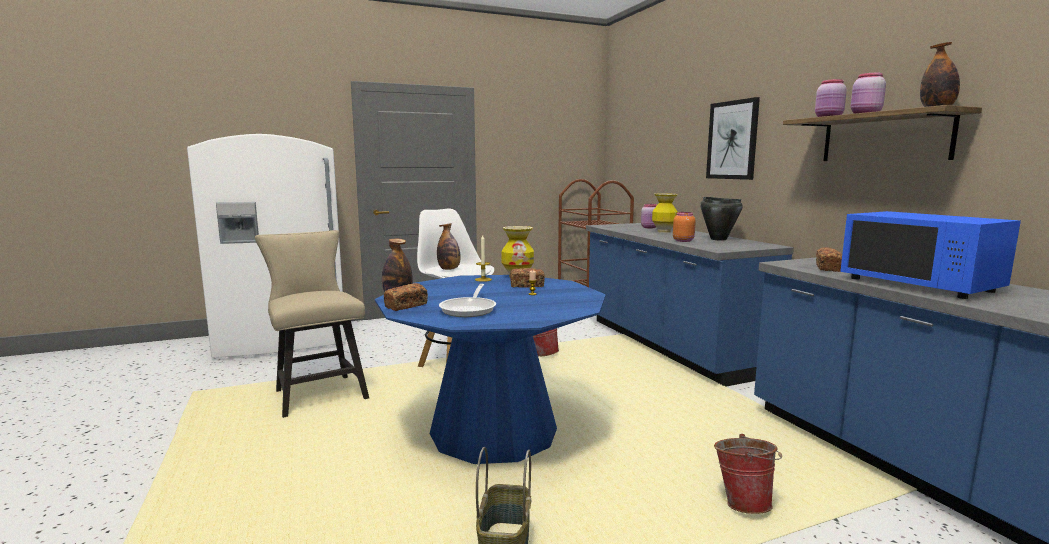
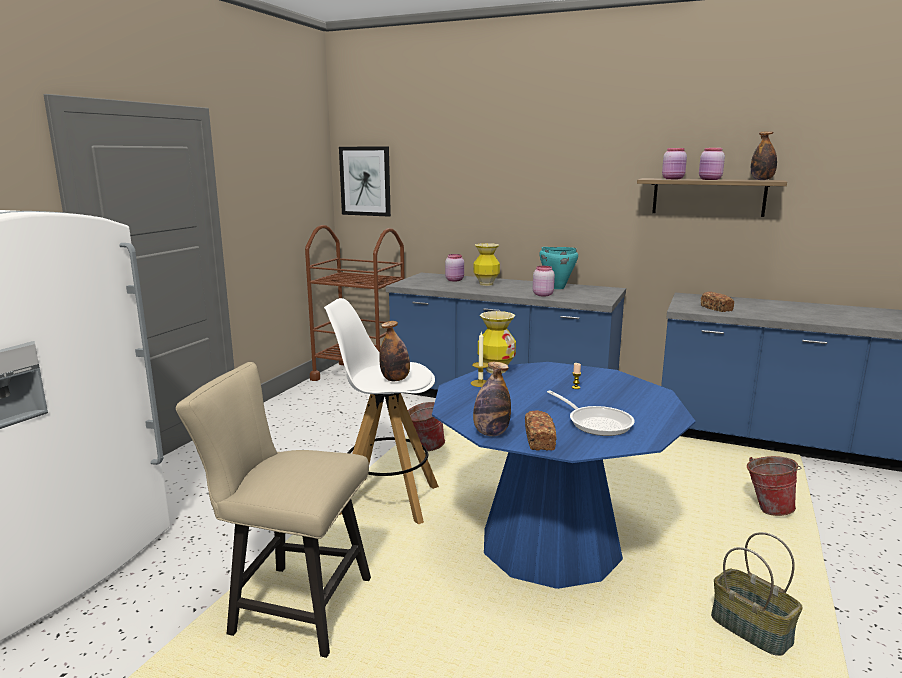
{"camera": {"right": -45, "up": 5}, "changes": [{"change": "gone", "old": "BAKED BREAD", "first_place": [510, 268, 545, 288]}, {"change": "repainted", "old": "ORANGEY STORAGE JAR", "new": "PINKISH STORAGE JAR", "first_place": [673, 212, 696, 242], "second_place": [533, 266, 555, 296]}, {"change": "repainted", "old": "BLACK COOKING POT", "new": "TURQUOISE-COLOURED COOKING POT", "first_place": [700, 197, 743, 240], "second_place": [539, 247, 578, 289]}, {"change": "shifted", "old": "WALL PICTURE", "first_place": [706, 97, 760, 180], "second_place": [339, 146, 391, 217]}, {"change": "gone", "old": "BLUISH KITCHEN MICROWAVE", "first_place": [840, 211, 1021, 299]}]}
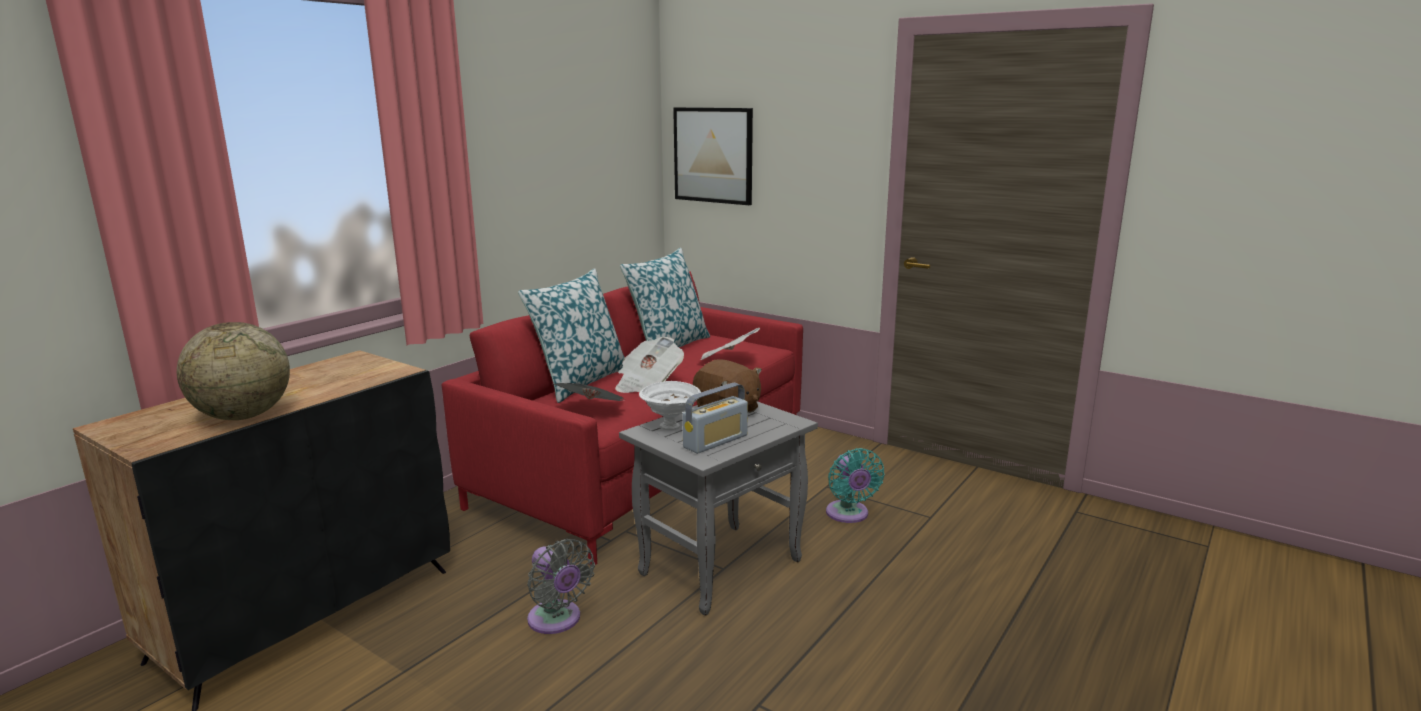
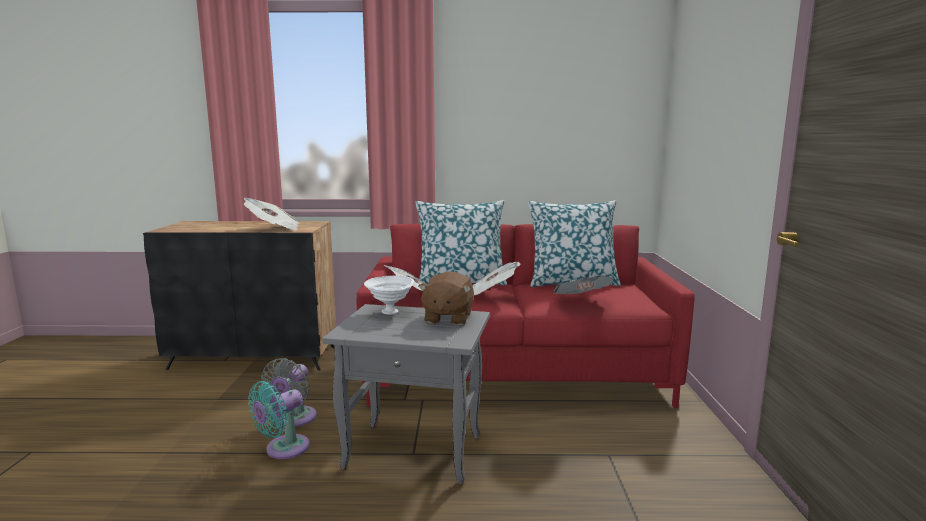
{"camera": {"right": 55, "up": -5}, "changes": [{"change": "gone", "old": "WORLD GLOBE", "first_place": [177, 322, 290, 420]}, {"change": "gone", "old": "WALL PICTURE", "first_place": [673, 107, 753, 205]}, {"change": "gone", "old": "RADIO", "first_place": [682, 383, 748, 454]}, {"change": "shifted", "old": "TURQUOISE-COLOURED ELECTRIC FAN", "first_place": [826, 448, 885, 523], "second_place": [248, 381, 310, 459]}, {"change": "new", "new": "PRINTED PAPER", "second_place": [244, 198, 299, 231]}]}
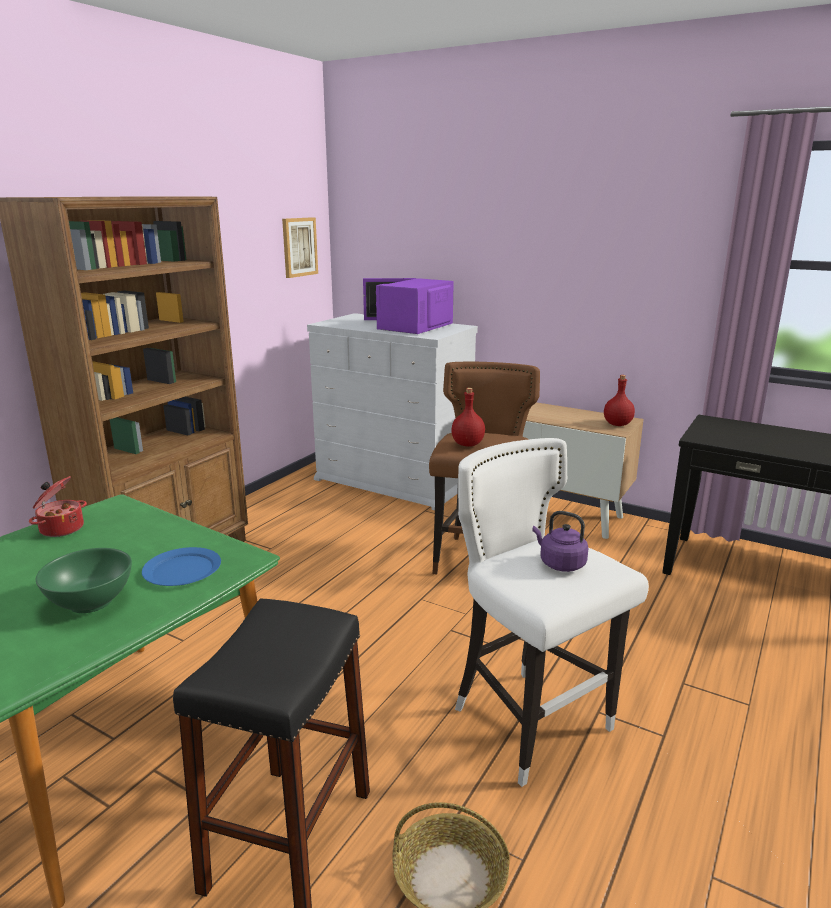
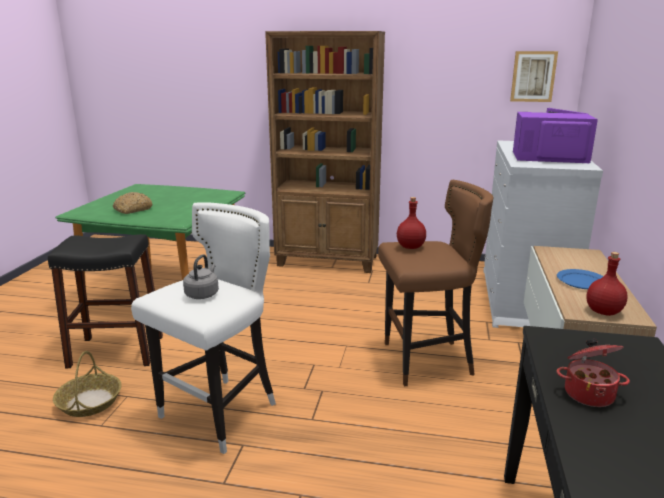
{"camera": {"right": 70, "up": 0}, "changes": [{"change": "shifted", "old": "COOKING POT", "first_place": [29, 476, 87, 537], "second_place": [557, 339, 630, 407]}, {"change": "swapped", "old": "GREEN-COLOURED BOWL", "new": "BAKED BREAD", "first_place": [36, 548, 132, 613], "second_place": [113, 192, 153, 214]}, {"change": "shifted", "old": "BLUISH FLAT DISH", "first_place": [142, 547, 221, 586], "second_place": [557, 269, 604, 289]}, {"change": "repainted", "old": "PURPLE KETTLE", "new": "GREY KETTLE", "first_place": [532, 511, 589, 572], "second_place": [183, 254, 219, 299]}]}
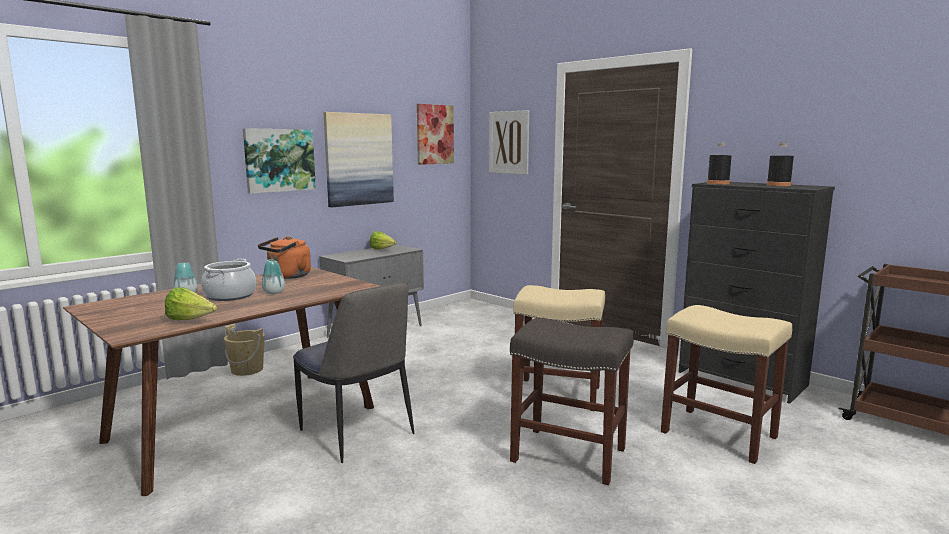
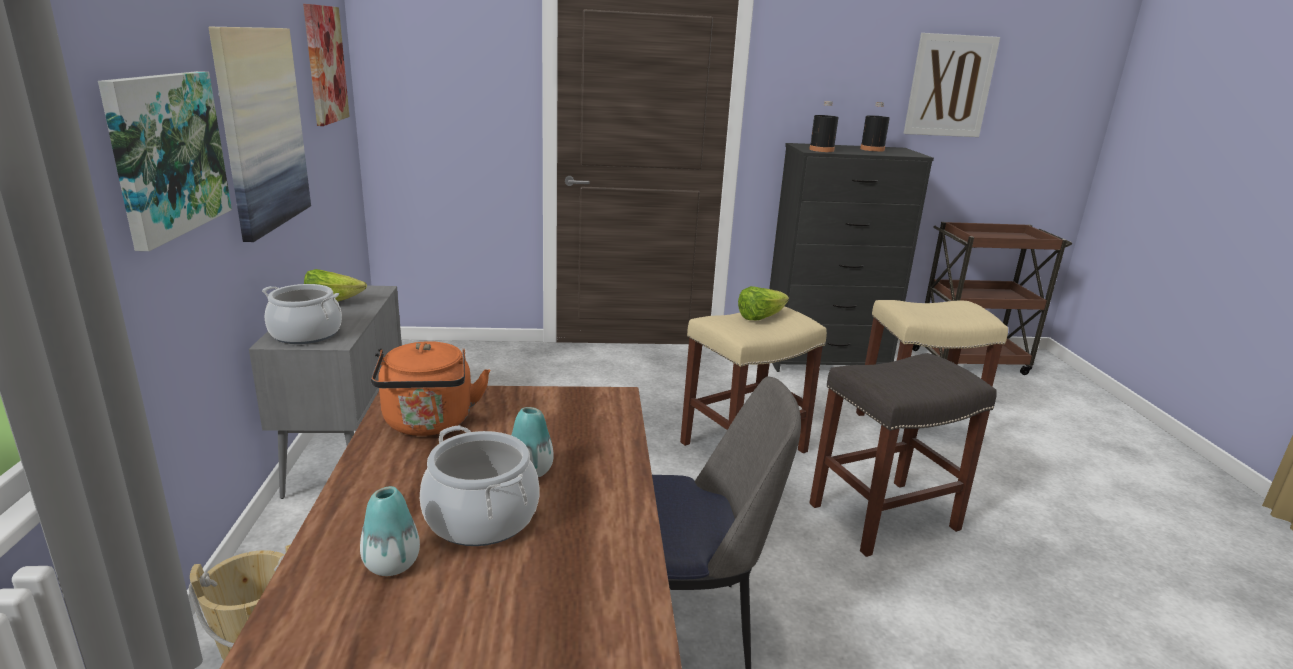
{"camera": {"right": -50, "up": 10}, "changes": [{"change": "shifted", "old": "HEAD OF LETTUCE", "first_place": [165, 287, 217, 320], "second_place": [738, 286, 789, 320]}, {"change": "shifted", "old": "WALL PICTURE", "first_place": [489, 110, 529, 175], "second_place": [904, 33, 1000, 137]}, {"change": "new", "new": "COOKING POT", "second_place": [262, 284, 342, 344]}]}
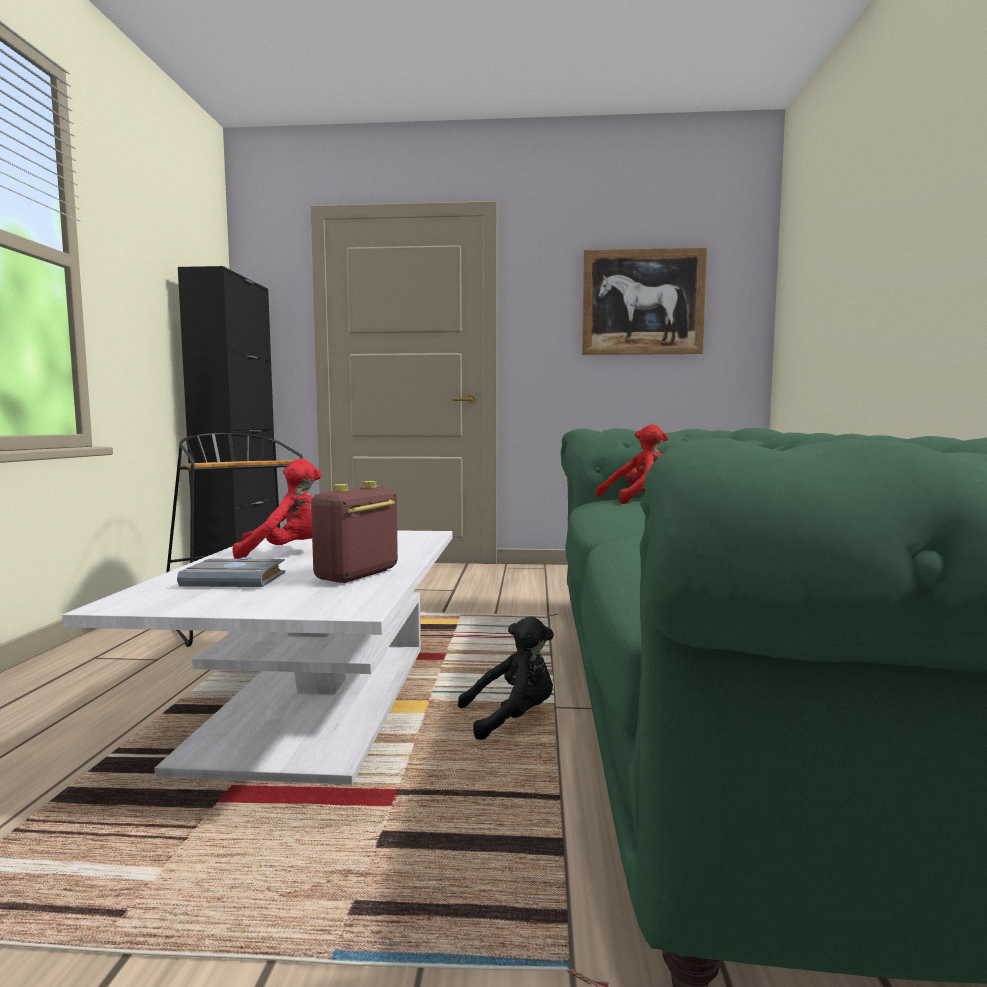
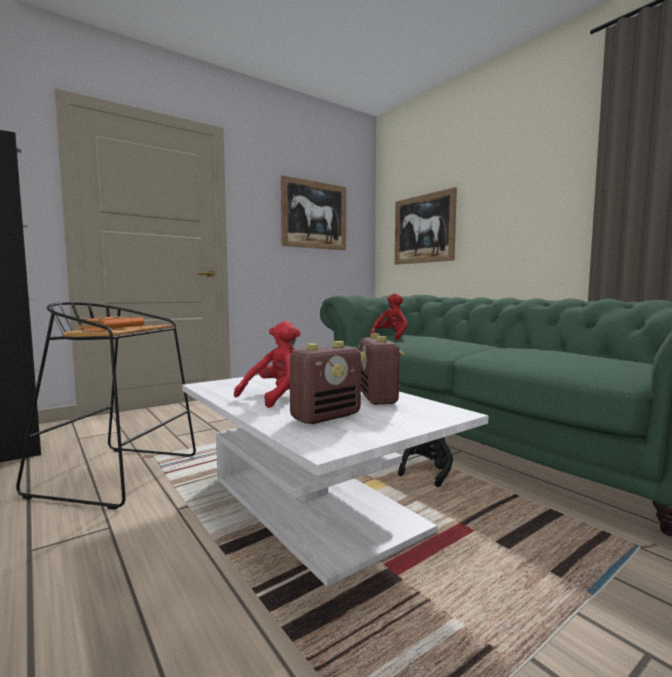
{"camera": {"right": -40, "up": 0}, "changes": [{"change": "swapped", "old": "GREY BOUND BOOK", "new": "RADIO", "first_place": [177, 557, 285, 587], "second_place": [289, 341, 361, 424]}, {"change": "new", "new": "ORANGEY BOUND BOOK", "second_place": [77, 316, 144, 329]}, {"change": "new", "new": "WALL PICTURE", "second_place": [395, 187, 457, 265]}]}
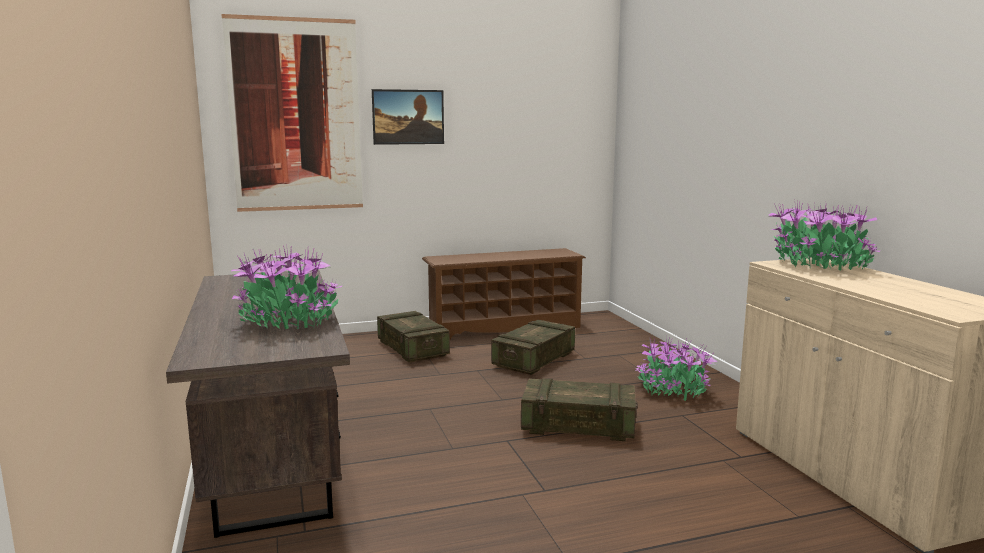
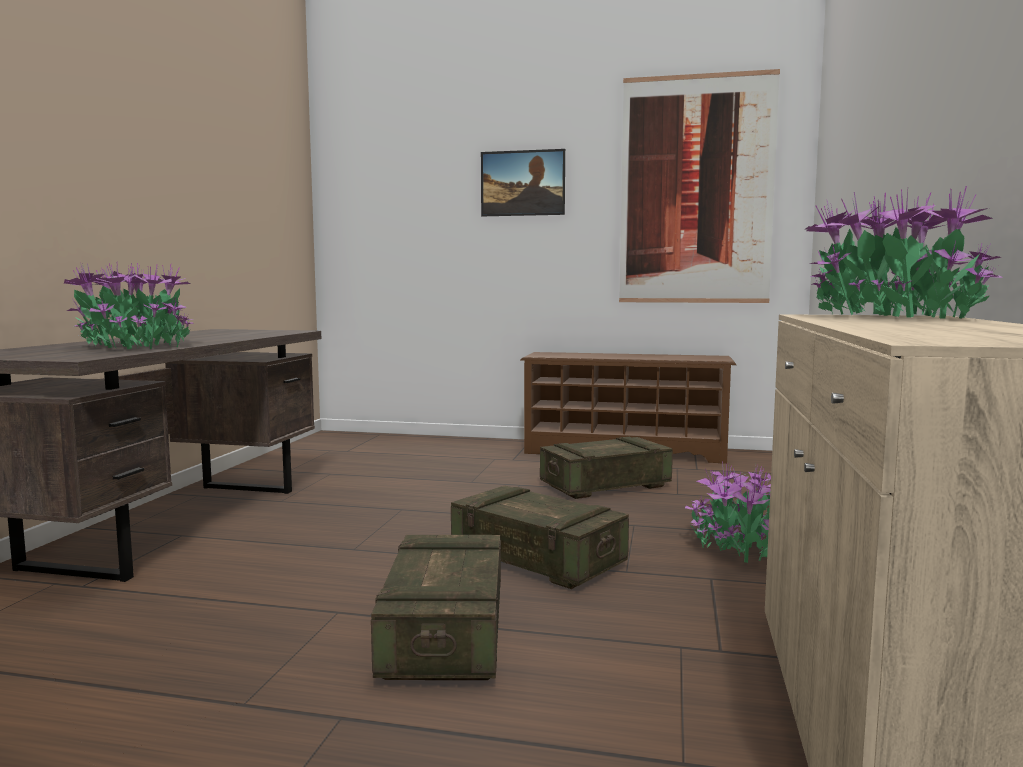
{"camera": {"right": 30, "up": -5}, "changes": [{"change": "shifted", "old": "WALL PICTURE", "first_place": [221, 14, 363, 212], "second_place": [619, 69, 780, 303]}, {"change": "shifted", "old": "CRATE", "first_place": [377, 311, 450, 363], "second_place": [371, 535, 501, 680]}]}
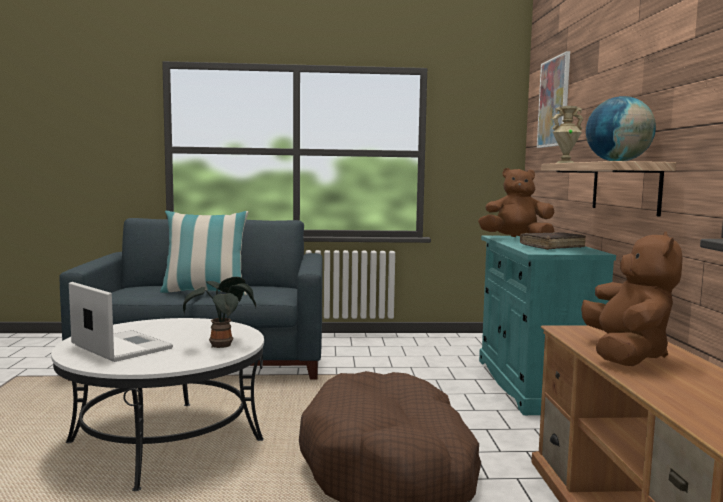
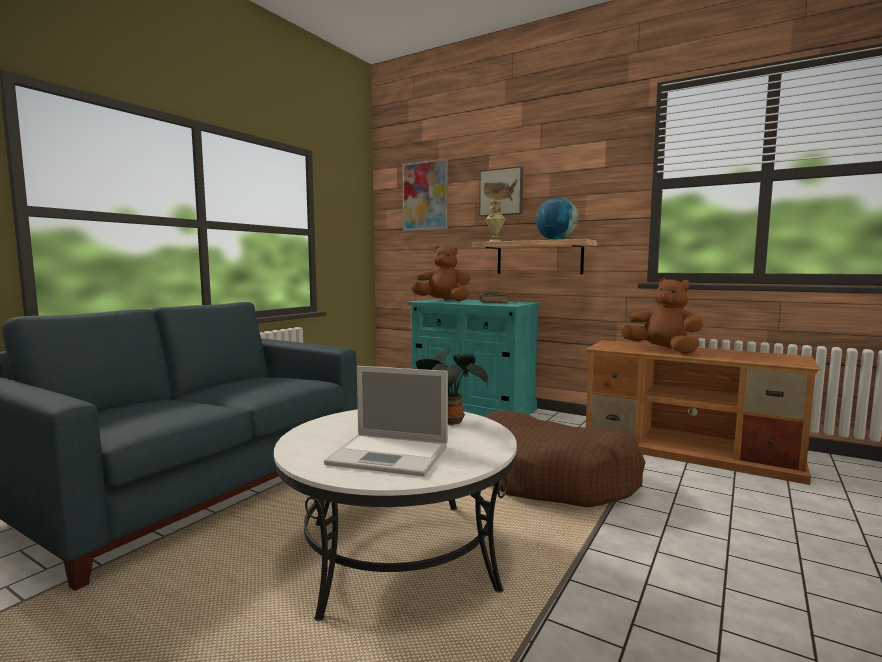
{"camera": {"right": -55, "up": 0}, "changes": [{"change": "rotated", "old": "NOTEBOOK COMPUTER", "first_place": [69, 282, 173, 362], "second_place": [324, 366, 448, 477], "degrees": -150}, {"change": "gone", "old": "THROW PILLOW", "first_place": [160, 211, 249, 295]}, {"change": "rotated", "old": "BROWN-COLOURED PLUSH TOY", "first_place": [478, 168, 554, 237], "second_place": [411, 246, 470, 301], "degrees": 60}, {"change": "new", "new": "WALL PICTURE", "second_place": [479, 166, 523, 216]}]}
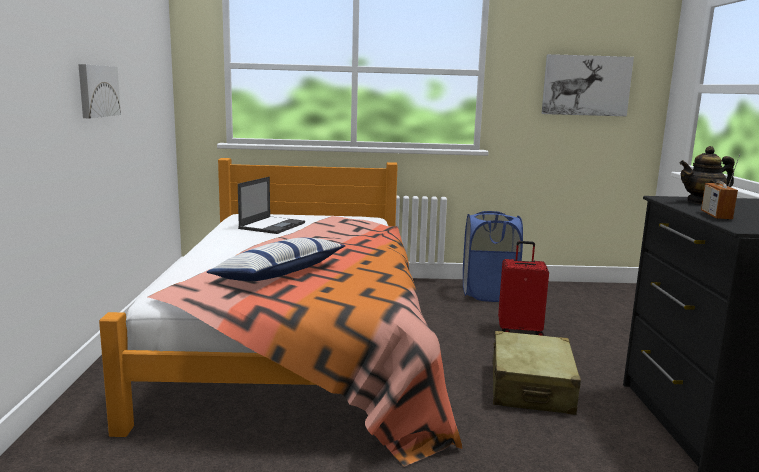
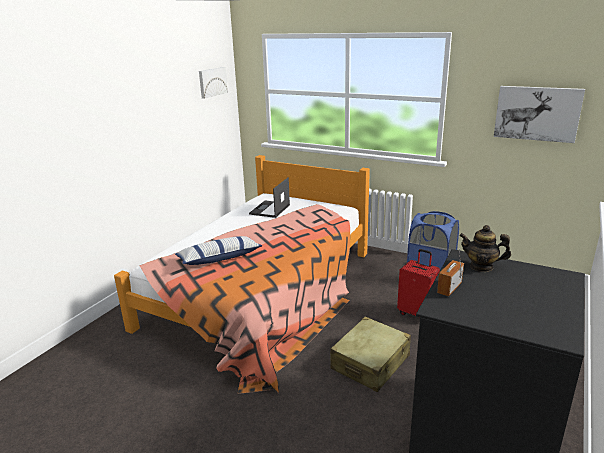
{"camera": {"right": 30, "up": 10}, "changes": [{"change": "shifted", "old": "WALL PICTURE", "first_place": [78, 64, 121, 118], "second_place": [199, 67, 228, 99]}, {"change": "rotated", "old": "NOTEBOOK COMPUTER", "first_place": [238, 177, 305, 234], "second_place": [249, 177, 290, 218], "degrees": 150}]}
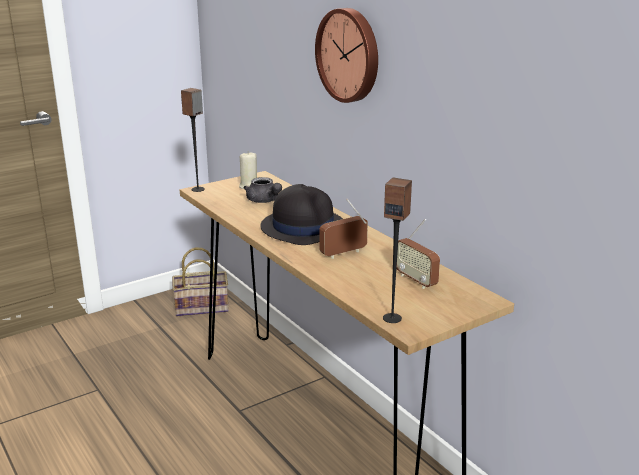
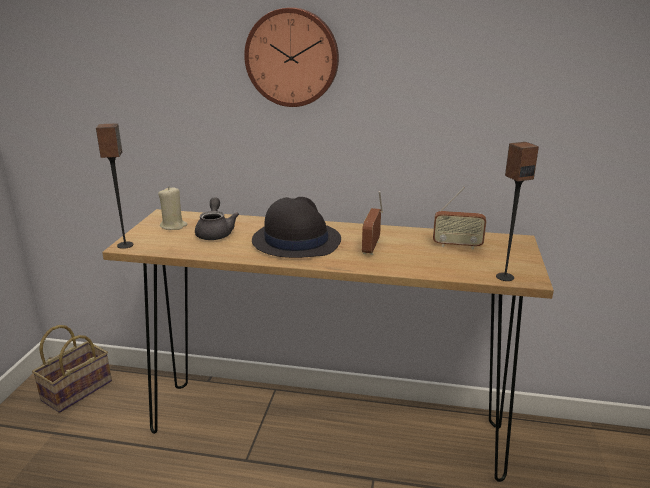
{"camera": {"right": -45, "up": 0}, "changes": [{"change": "rotated", "old": "GREY POT FOR TEA", "first_place": [243, 177, 282, 203], "second_place": [195, 197, 239, 240], "degrees": -105}]}
